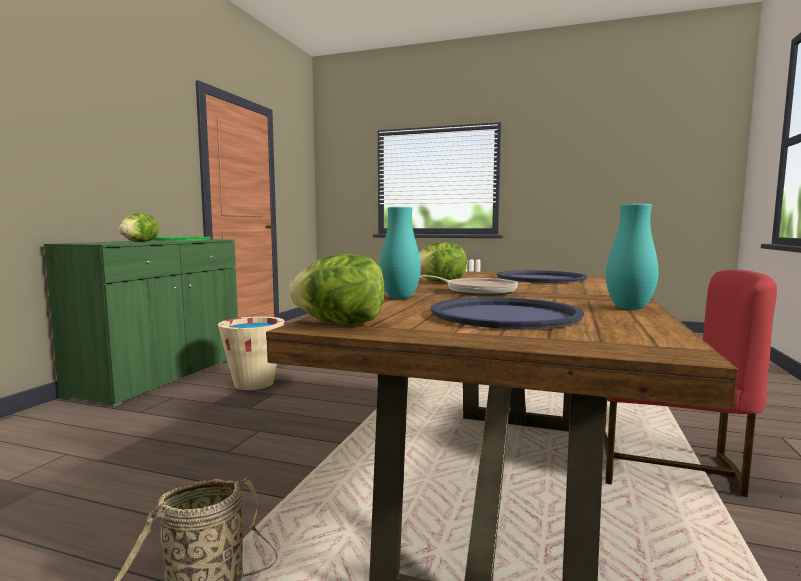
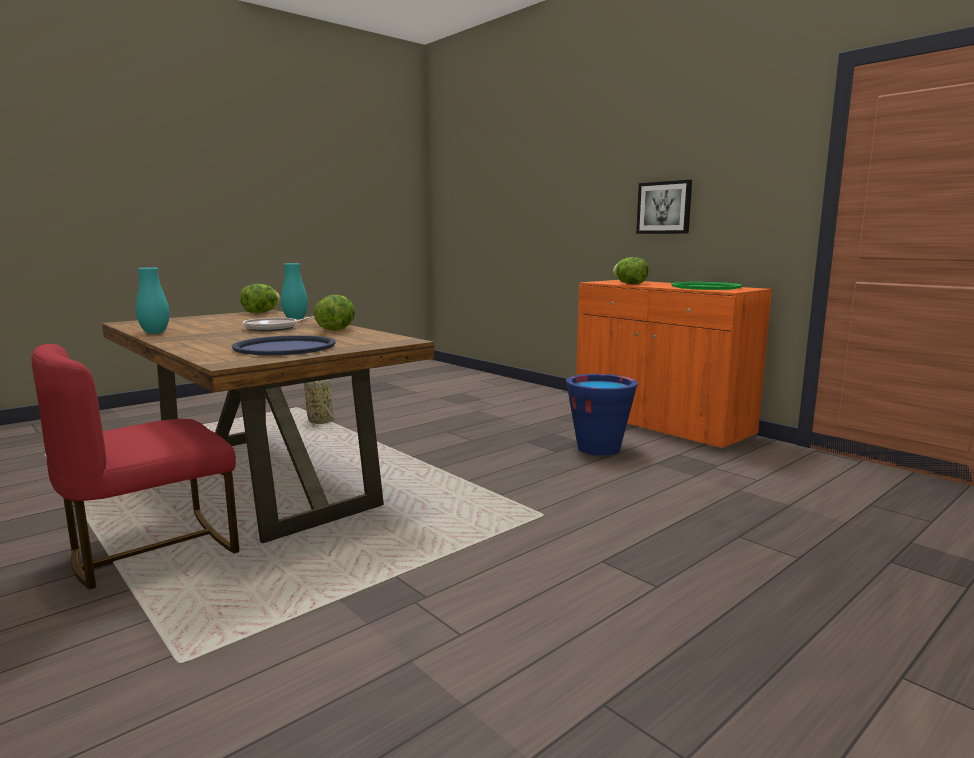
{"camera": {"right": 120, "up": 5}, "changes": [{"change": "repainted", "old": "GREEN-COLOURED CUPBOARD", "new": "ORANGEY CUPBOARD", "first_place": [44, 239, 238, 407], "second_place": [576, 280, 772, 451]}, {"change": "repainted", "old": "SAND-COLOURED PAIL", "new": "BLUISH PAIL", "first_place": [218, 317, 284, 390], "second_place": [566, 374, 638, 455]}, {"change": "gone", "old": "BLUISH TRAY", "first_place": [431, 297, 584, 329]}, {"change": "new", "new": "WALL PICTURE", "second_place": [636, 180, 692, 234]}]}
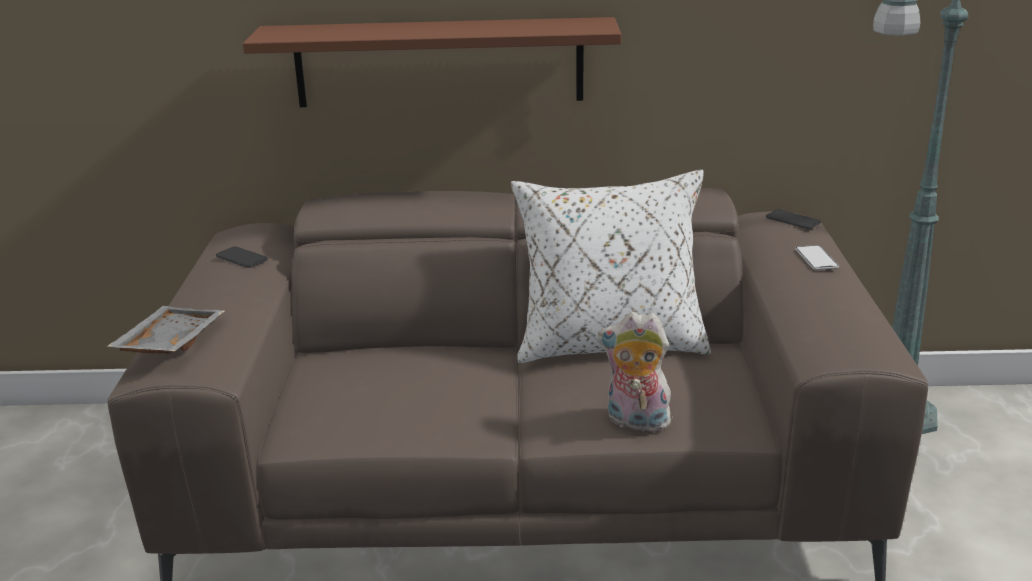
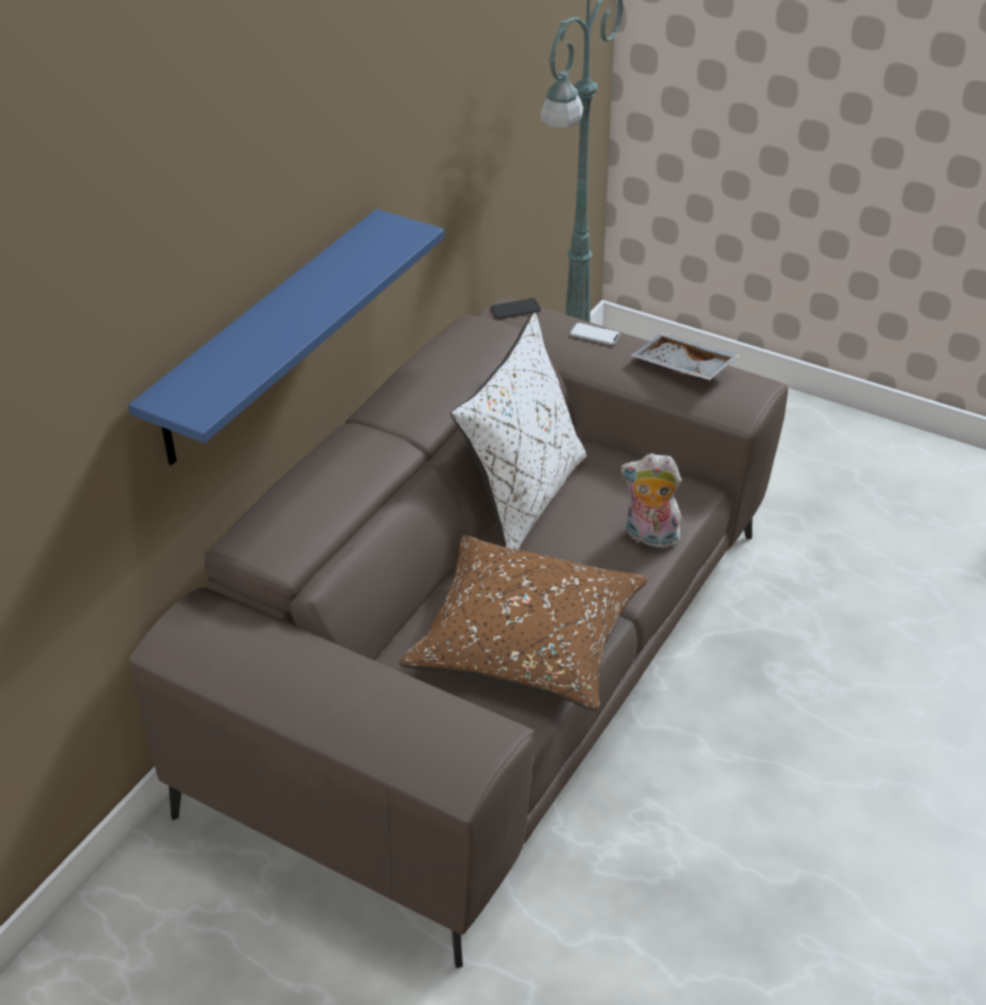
{"camera": {"right": -60, "up": 15}, "changes": [{"change": "shifted", "old": "GREY TRAY", "first_place": [106, 306, 225, 354], "second_place": [630, 332, 740, 380]}, {"change": "gone", "old": "TELEPHONE", "first_place": [216, 247, 268, 268]}, {"change": "repainted", "old": "BROWN-COLOURED SHELF", "new": "BLUISH SHELF", "first_place": [243, 17, 621, 107], "second_place": [128, 209, 445, 466]}, {"change": "rotated", "old": "PLUSH TOY", "first_place": [598, 312, 671, 435], "second_place": [621, 453, 682, 548], "degrees": 60}, {"change": "new", "new": "BROWN-COLOURED THROW PILLOW", "second_place": [399, 535, 648, 711]}]}
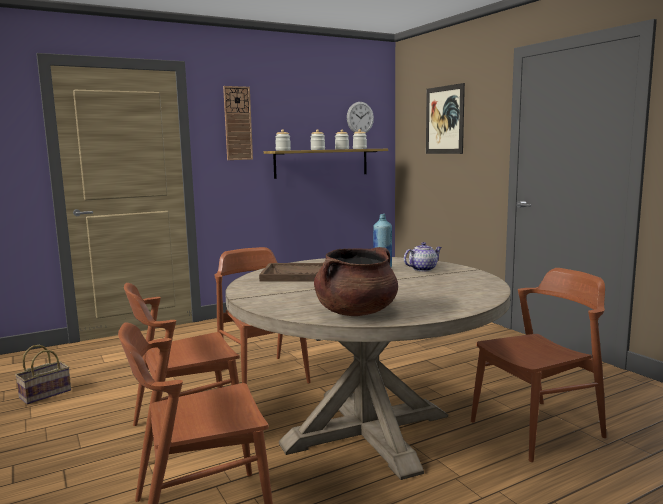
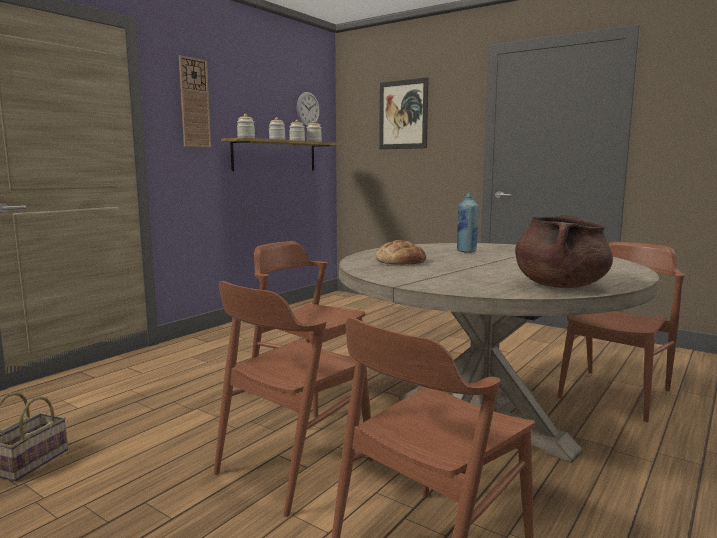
{"camera": {"right": -25, "up": 0}, "changes": [{"change": "swapped", "old": "BROWN-COLOURED TRAY", "new": "BAKED BREAD", "first_place": [259, 263, 323, 282], "second_place": [375, 240, 426, 265]}, {"change": "gone", "old": "POT FOR TEA", "first_place": [404, 242, 442, 271]}]}
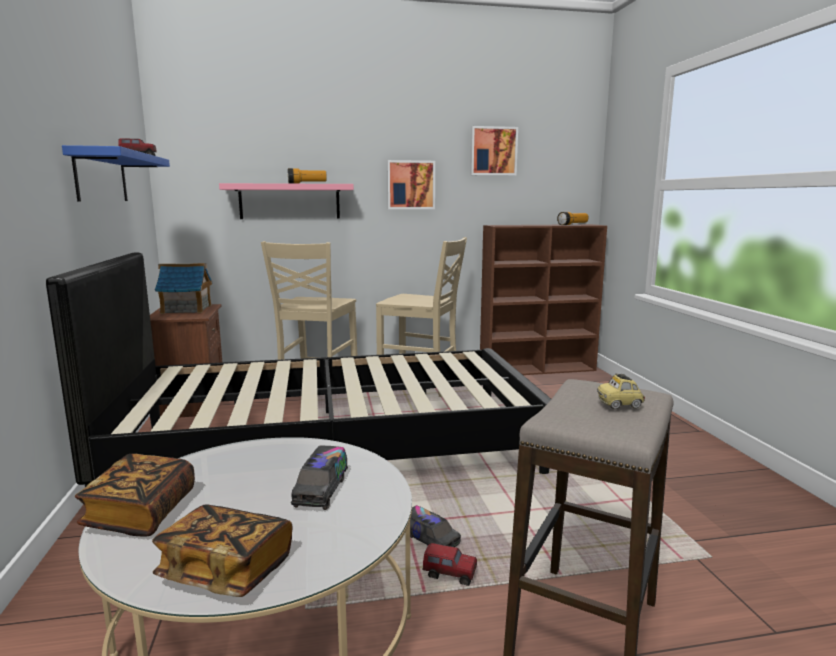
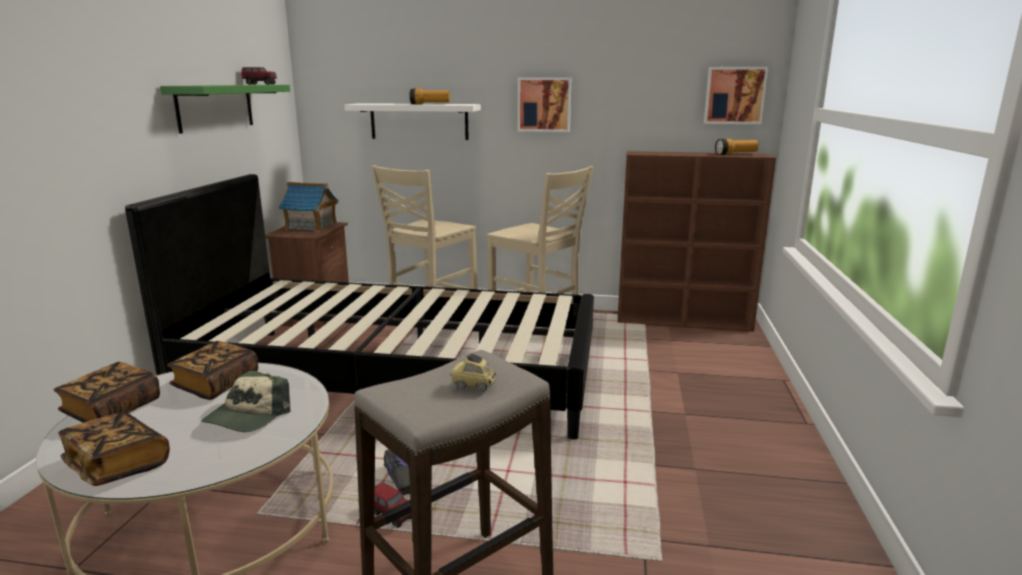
{"camera": {"right": 20, "up": 5}, "changes": [{"change": "repainted", "old": "BLUISH SHELF", "new": "GREEN-COLOURED SHELF", "first_place": [62, 145, 170, 202], "second_place": [160, 85, 290, 134]}, {"change": "repainted", "old": "PINKISH SHELF", "new": "WHITISH SHELF", "first_place": [219, 183, 354, 219], "second_place": [345, 103, 481, 140]}, {"change": "swapped", "old": "TOY TRUCK", "new": "CAP", "first_place": [291, 446, 348, 510], "second_place": [202, 371, 291, 432]}, {"change": "shifted", "old": "WALL PICTURE", "first_place": [470, 126, 518, 176], "second_place": [704, 67, 768, 124]}, {"change": "new", "new": "BOUND BOOK", "second_place": [167, 341, 258, 400]}]}
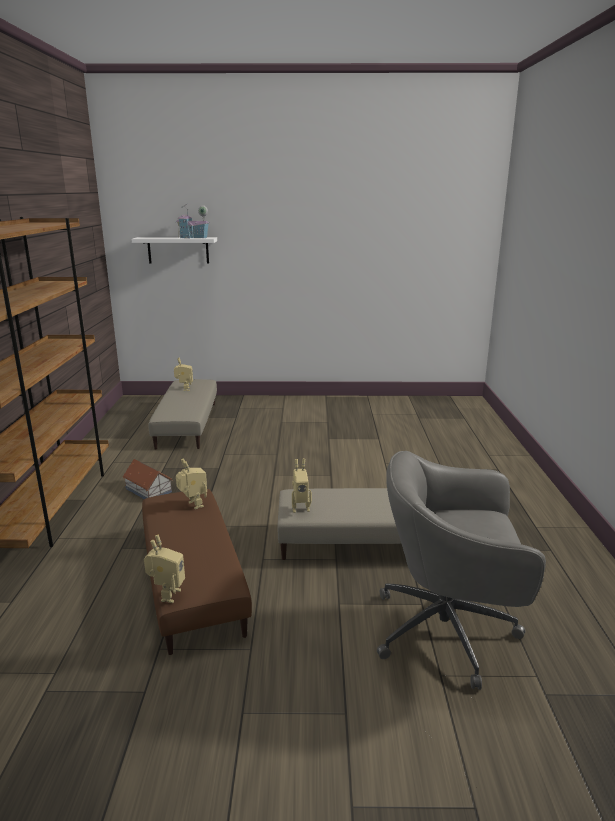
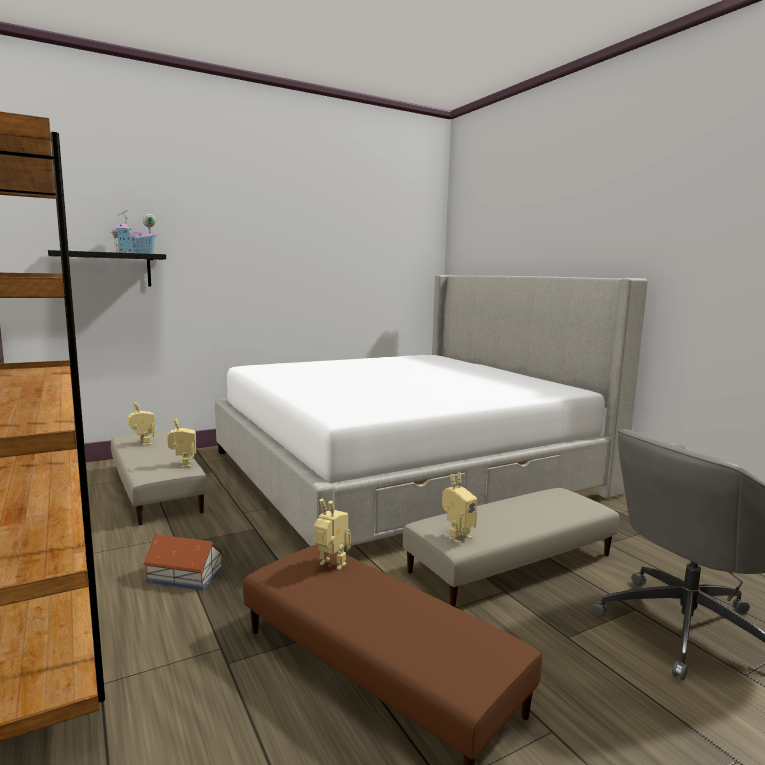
{"camera": {"right": -30, "up": -10}, "changes": [{"change": "repainted", "old": "WHITISH SHELF", "new": "BLACK SHELF", "first_place": [132, 237, 217, 263], "second_place": [48, 250, 166, 287]}, {"change": "shifted", "old": "ROBOT FIGURE", "first_place": [144, 535, 185, 603], "second_place": [167, 418, 196, 468]}, {"change": "new", "new": "SLEEPING BED", "second_place": [215, 275, 648, 548]}]}
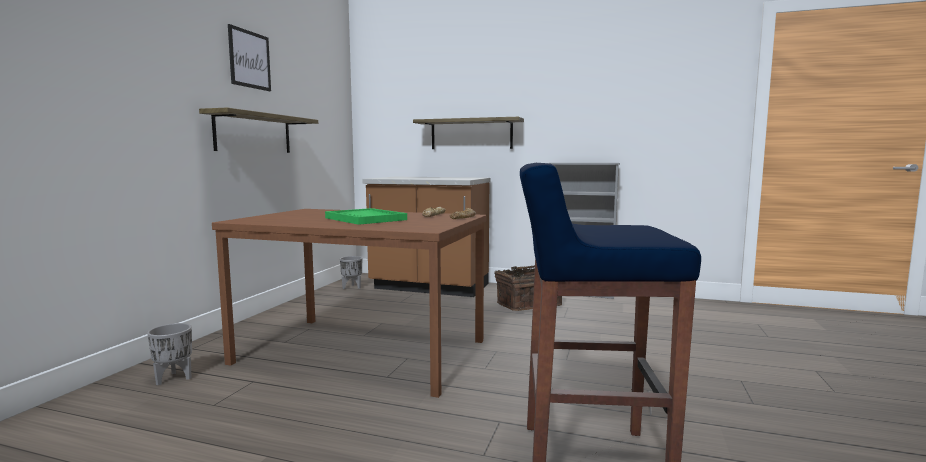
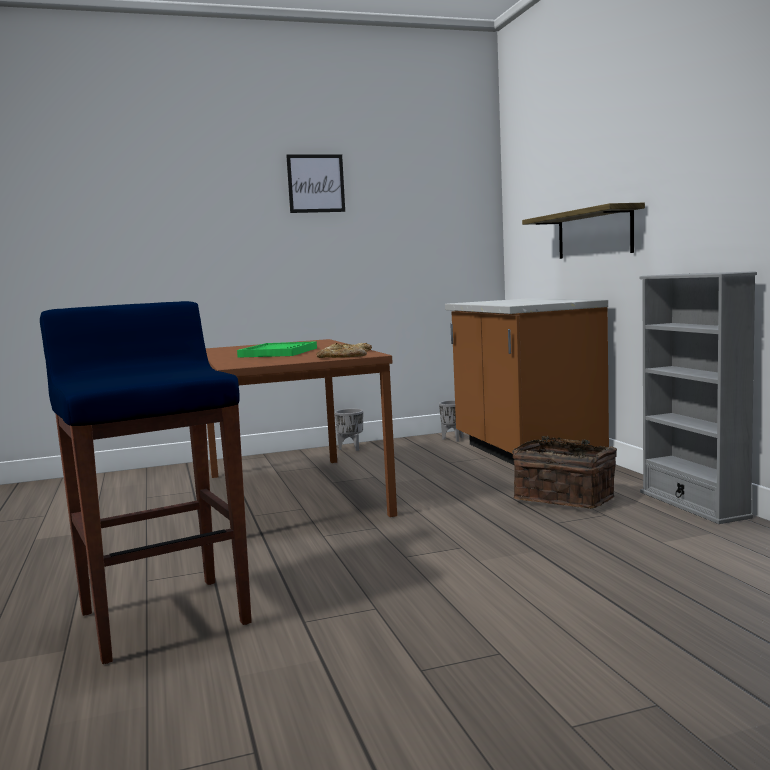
{"camera": {"right": 55, "up": 0}, "changes": [{"change": "shifted", "old": "GREY PLANT POT", "first_place": [147, 323, 192, 385], "second_place": [335, 409, 363, 451]}, {"change": "gone", "old": "SHELF", "first_place": [199, 108, 318, 153]}]}
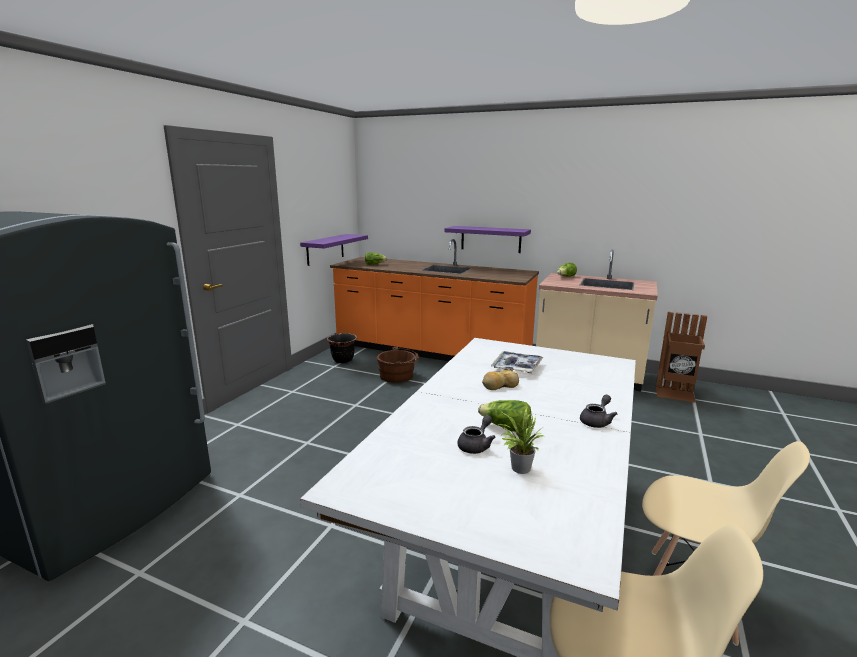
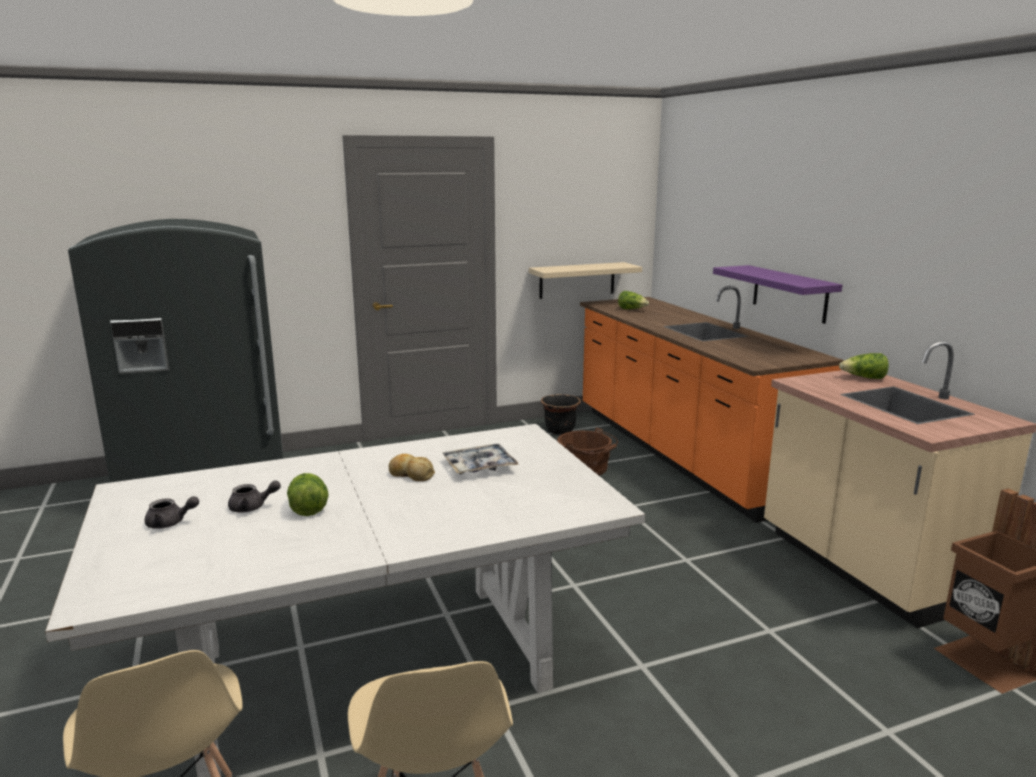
{"camera": {"right": 45, "up": 0}, "changes": [{"change": "repainted", "old": "PURPLE SHELF", "new": "SAND-COLOURED SHELF", "first_place": [300, 234, 368, 266], "second_place": [529, 262, 642, 299]}, {"change": "gone", "old": "HOUSEPLANT", "first_place": [498, 408, 546, 474]}, {"change": "shifted", "old": "GREY POT FOR TEA", "first_place": [580, 395, 617, 428], "second_place": [145, 496, 199, 529]}]}
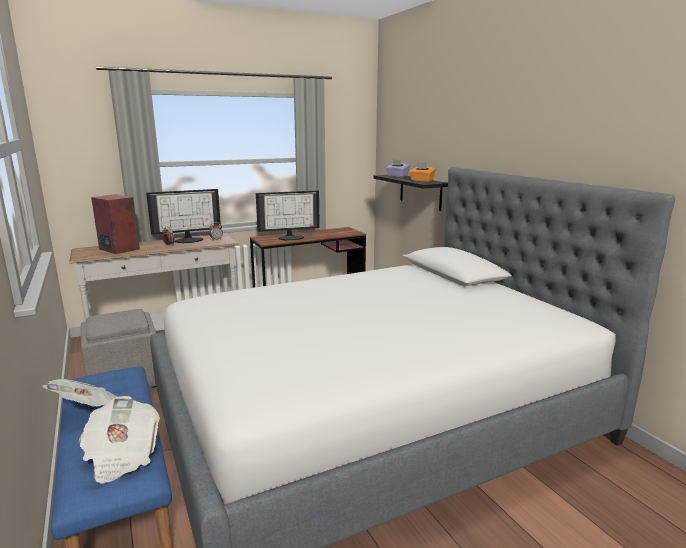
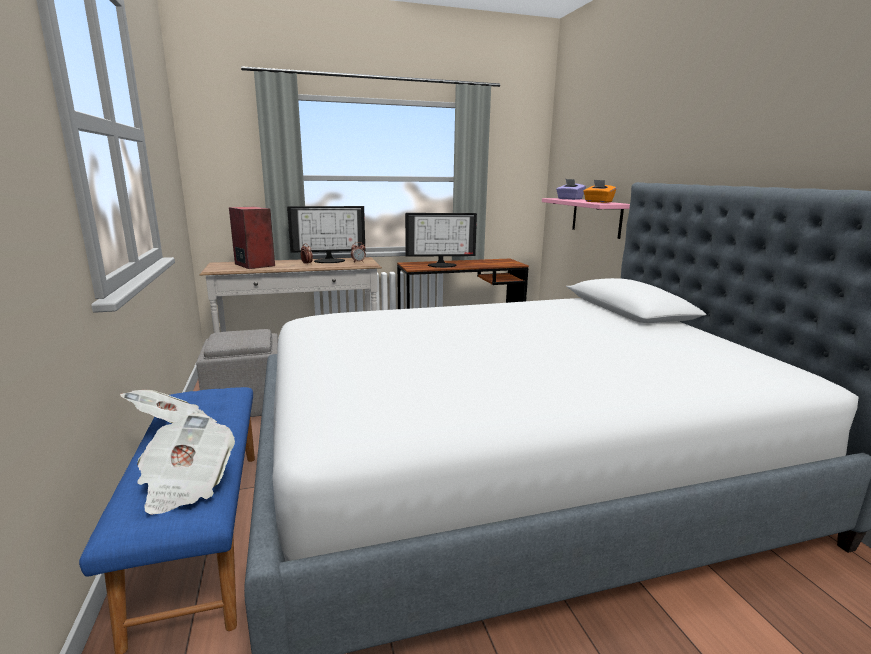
{"camera": {"right": 10, "up": 0}, "changes": [{"change": "repainted", "old": "BLACK SHELF", "new": "PINKISH SHELF", "first_place": [374, 175, 448, 211], "second_place": [542, 198, 630, 239]}]}
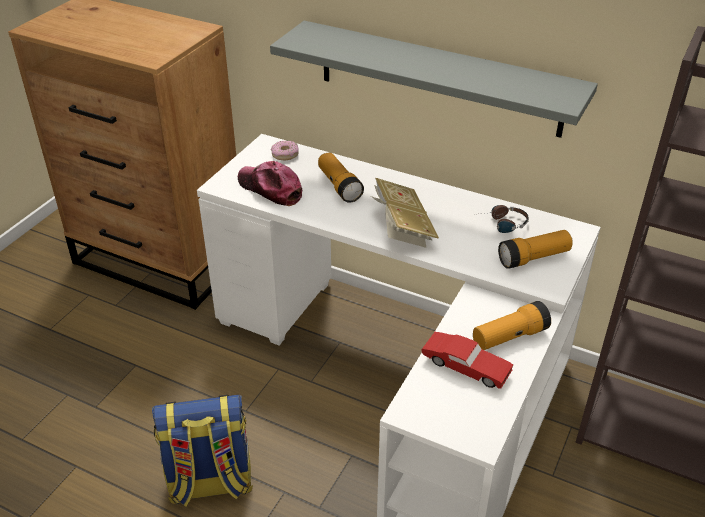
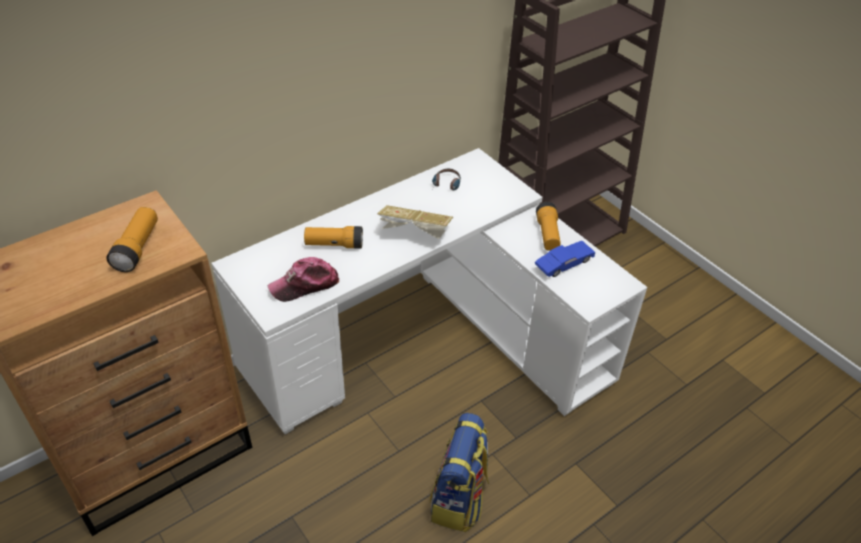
{"camera": {"right": -65, "up": 5}, "changes": [{"change": "gone", "old": "GREY SHELF", "first_place": [270, 21, 598, 138]}, {"change": "gone", "old": "DONUT", "first_place": [271, 141, 299, 160]}, {"change": "repainted", "old": "RED TOY CAR", "new": "BLUISH TOY CAR", "first_place": [422, 332, 513, 389], "second_place": [535, 241, 596, 277]}, {"change": "shifted", "old": "TORCH", "first_place": [498, 230, 573, 269], "second_place": [106, 207, 158, 272]}]}
